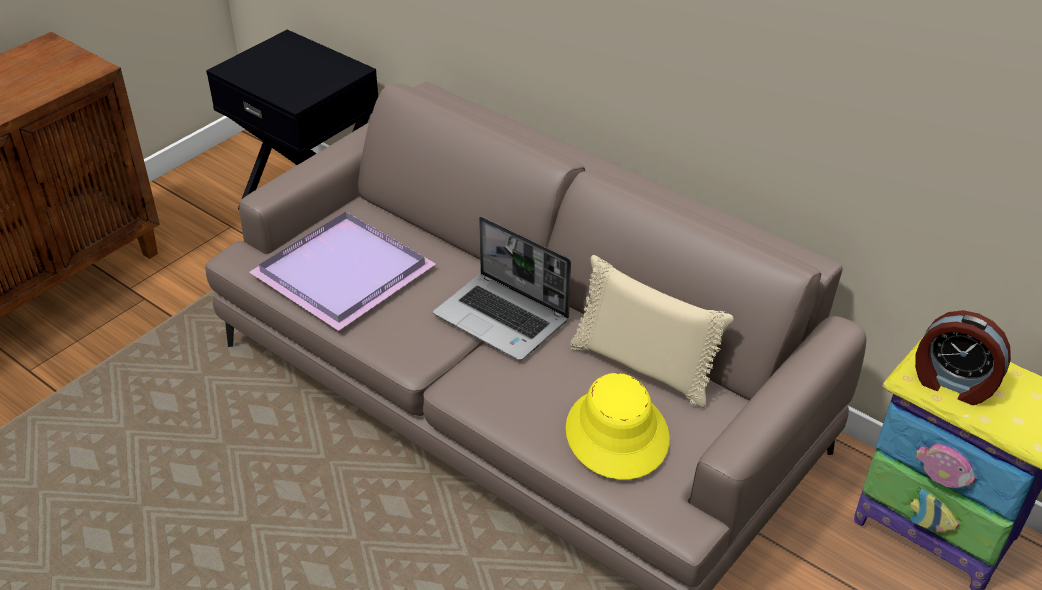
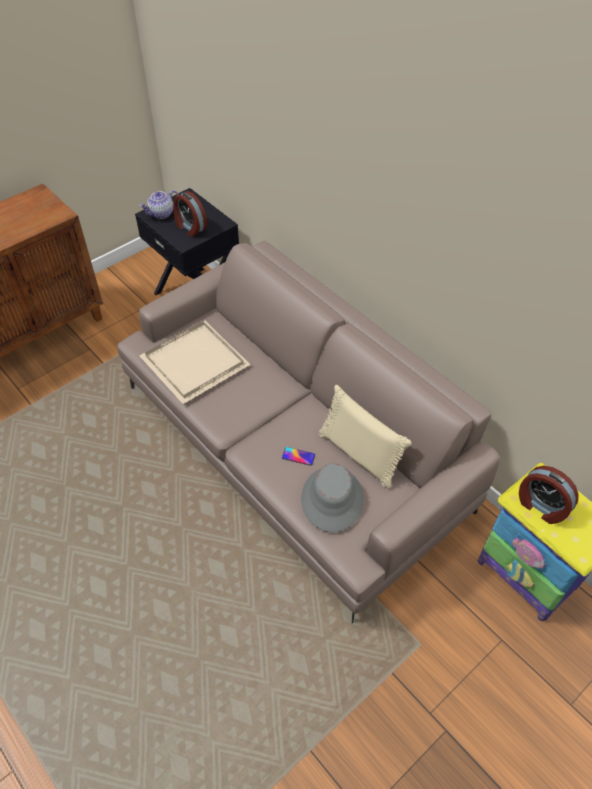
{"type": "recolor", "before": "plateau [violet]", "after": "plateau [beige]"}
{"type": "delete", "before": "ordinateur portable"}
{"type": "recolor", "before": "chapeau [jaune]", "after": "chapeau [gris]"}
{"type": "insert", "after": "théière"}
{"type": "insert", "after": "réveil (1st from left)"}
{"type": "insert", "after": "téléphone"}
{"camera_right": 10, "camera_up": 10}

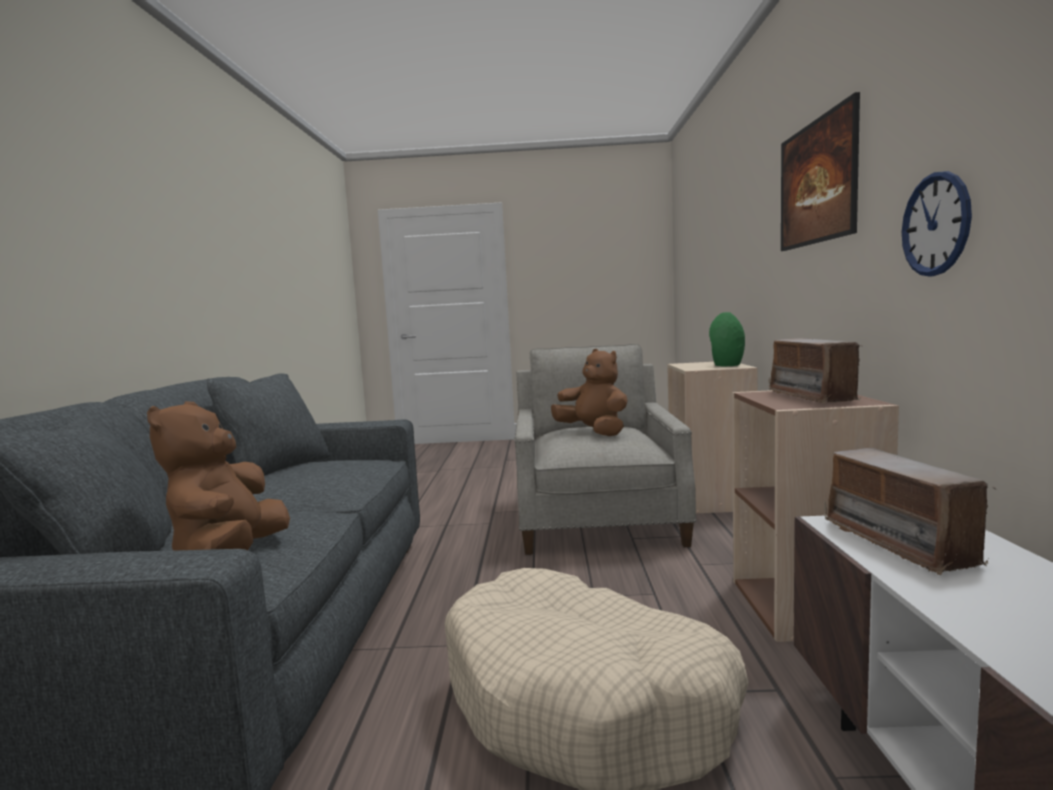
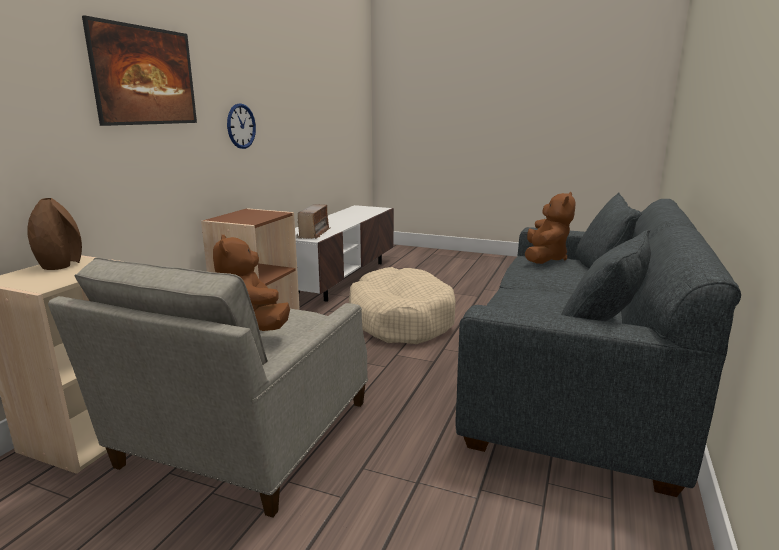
{"type": "recolor", "before": "vase [vert]", "after": "vase [marron]"}
{"type": "delete", "before": "radio (1st from left)"}
{"camera_right": -160, "camera_up": 10}

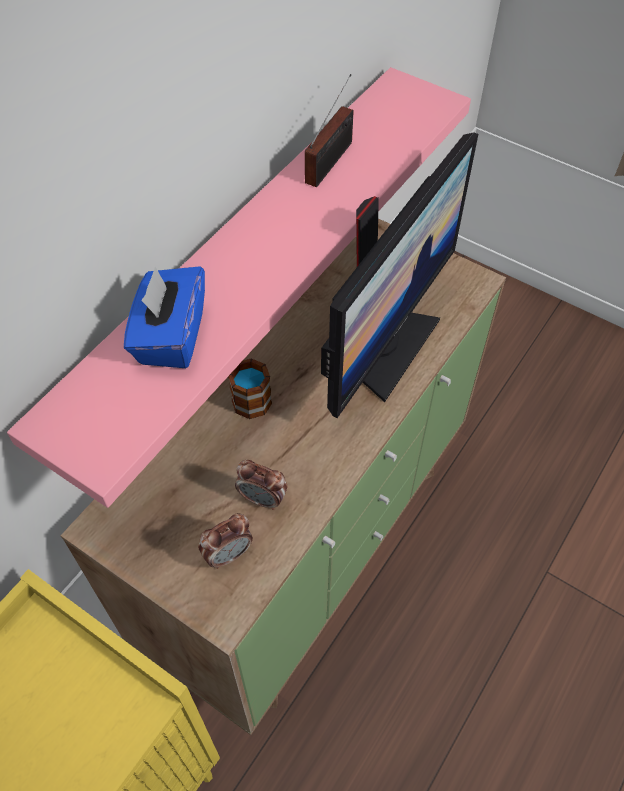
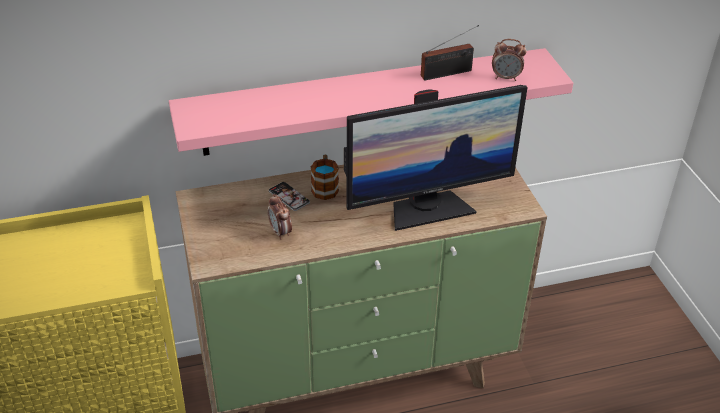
{"type": "delete", "before": "boîte à mouchoirs [bleu]"}
{"type": "move", "before": "réveil (1st from left in the first image)", "after": "réveil (2nd from left)"}
{"type": "insert", "after": "téléphone"}
{"camera_right": 40, "camera_up": -15}

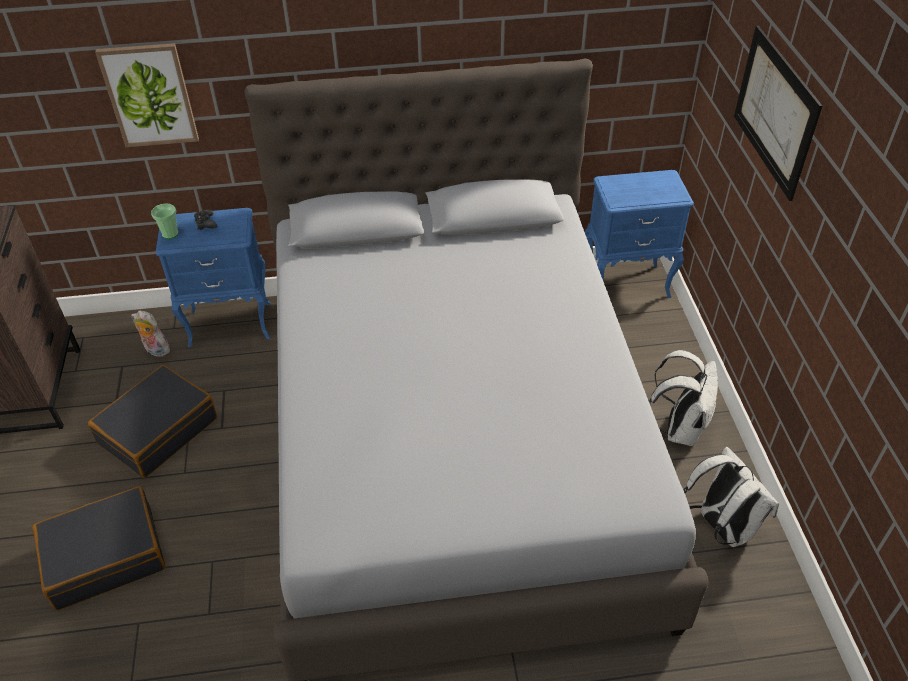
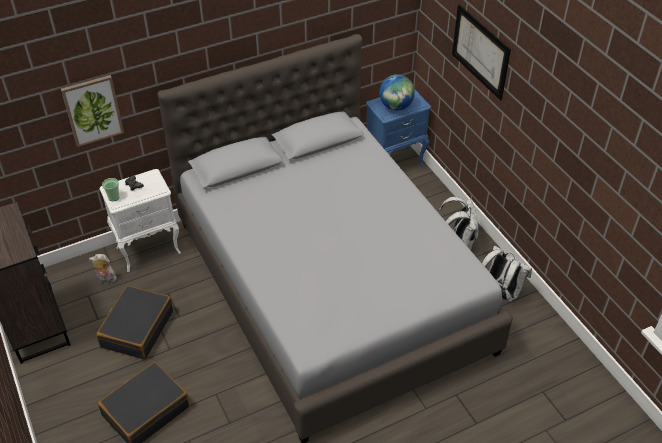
{"type": "recolor", "before": "table de chevet [bleu] (1st from left)", "after": "table de chevet [blanc]"}
{"type": "insert", "after": "globe"}
{"camera_right": -20, "camera_up": 0}

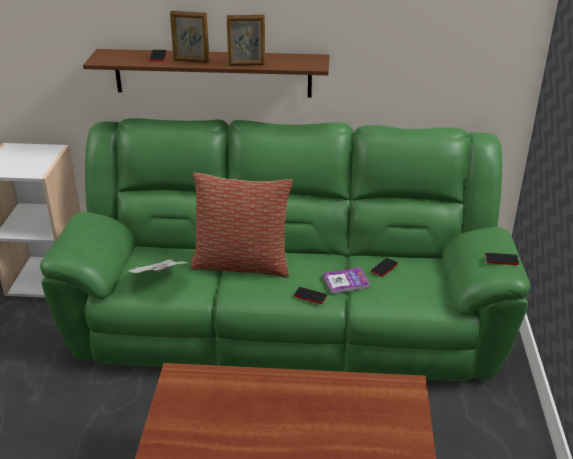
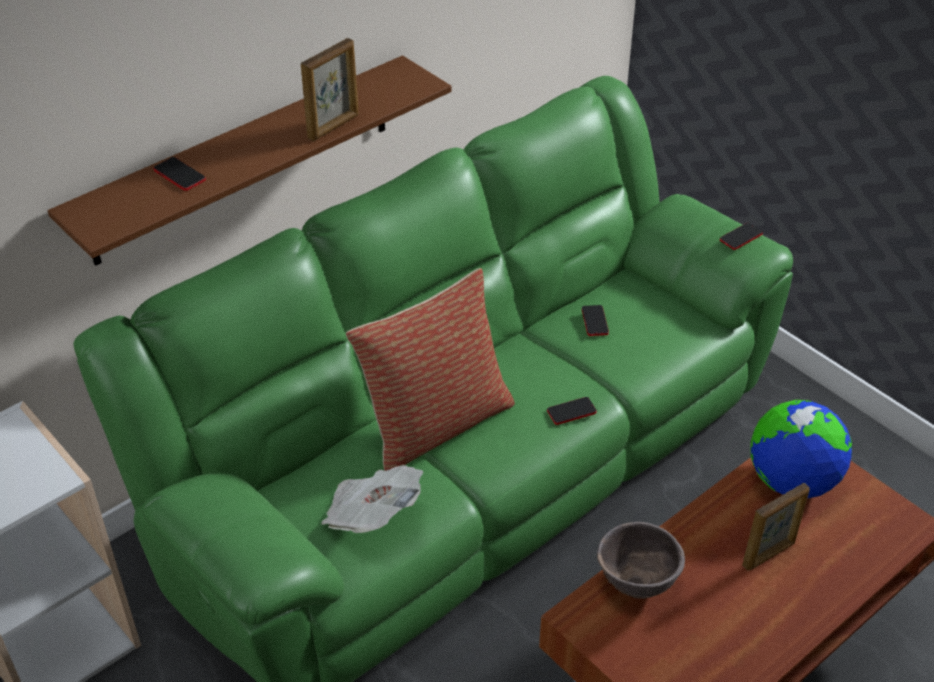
{"type": "move", "before": "cadre photo (1st from left in the first image)", "after": "cadre photo (2nd from left)"}
{"type": "delete", "before": "livre"}
{"type": "insert", "after": "globe"}
{"type": "insert", "after": "bol [marron]"}
{"camera_right": -45, "camera_up": 10}

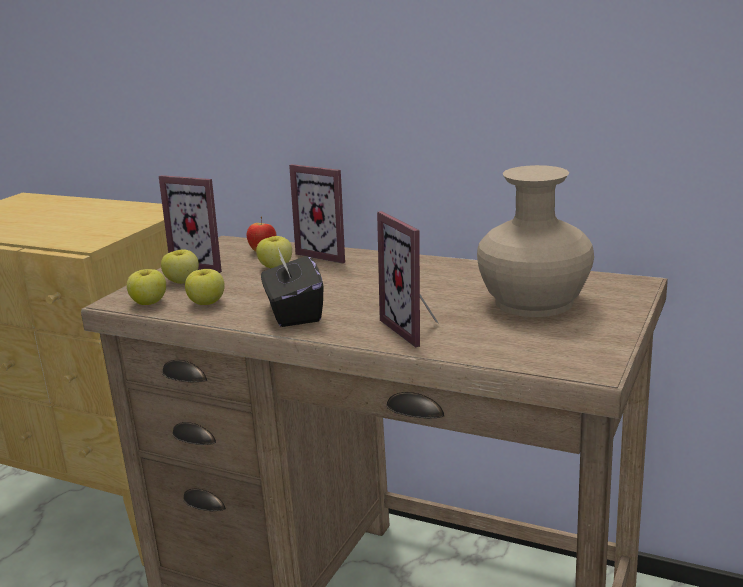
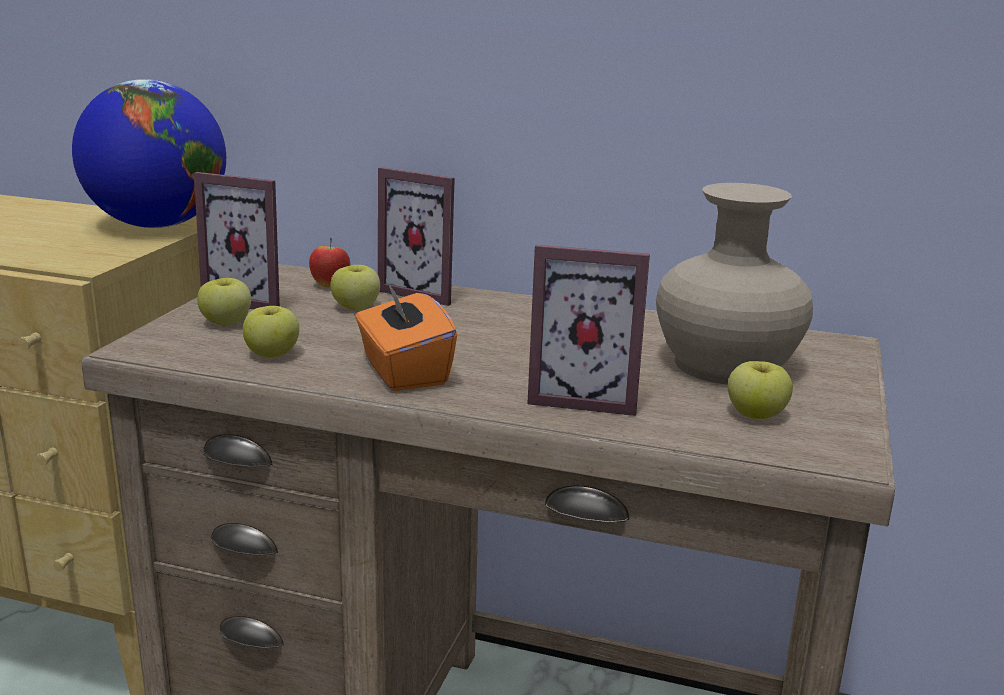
{"type": "rotate", "before": "cadre photo (3rd from left)", "turn": -45}
{"type": "recolor", "before": "boîte à mouchoirs [noir]", "after": "boîte à mouchoirs [orange]"}
{"type": "move", "before": "pomme (1st from left in the first image)", "after": "pomme (5th from left)"}
{"type": "insert", "after": "globe"}
{"camera_right": -10, "camera_up": 0}

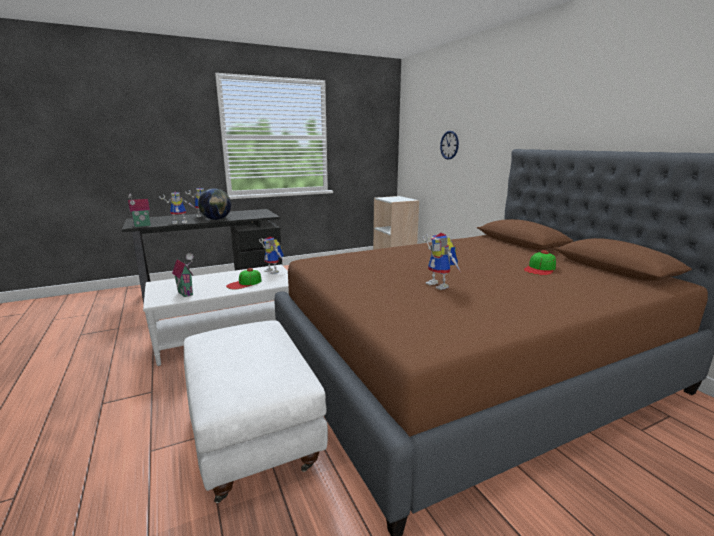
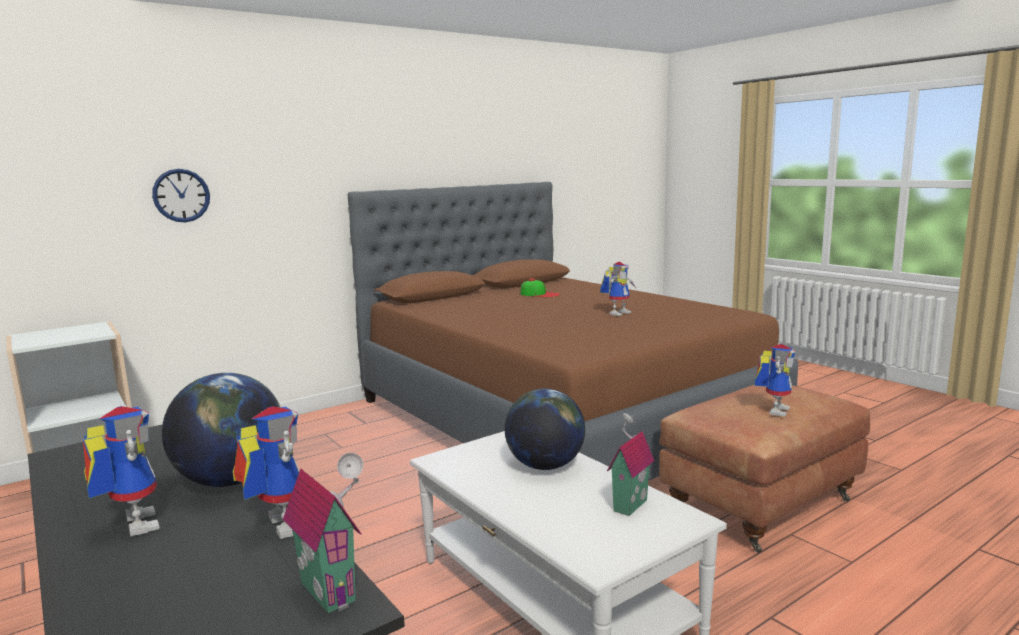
{"type": "move", "before": "robot jouet (3rd from left in the first image)", "after": "robot jouet (4th from left)"}
{"type": "replace", "before": "casquette (1st from left)", "after": "globe (2nd from left)"}
{"type": "recolor", "before": "pouf [blanc]", "after": "pouf [marron]"}
{"camera_right": -100, "camera_up": -5}

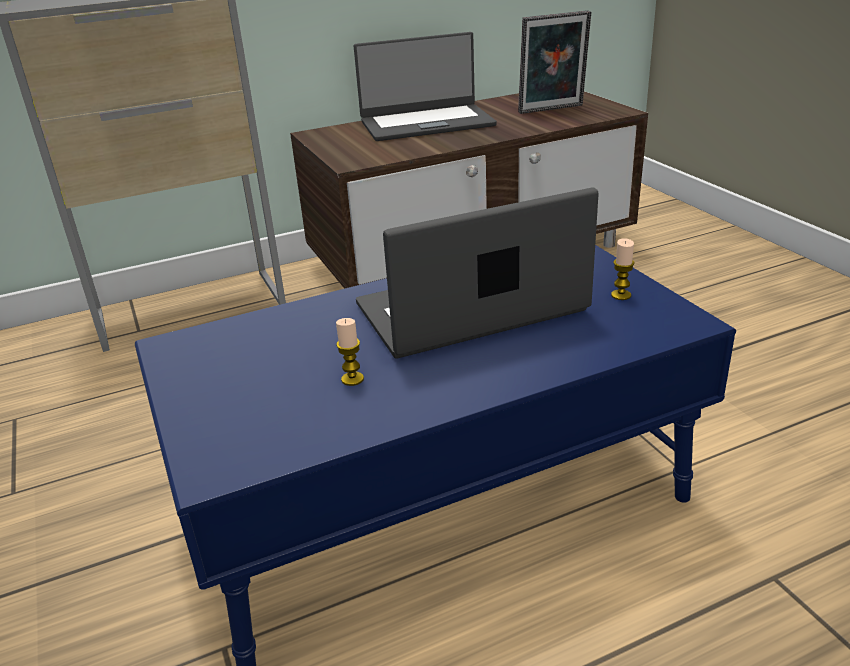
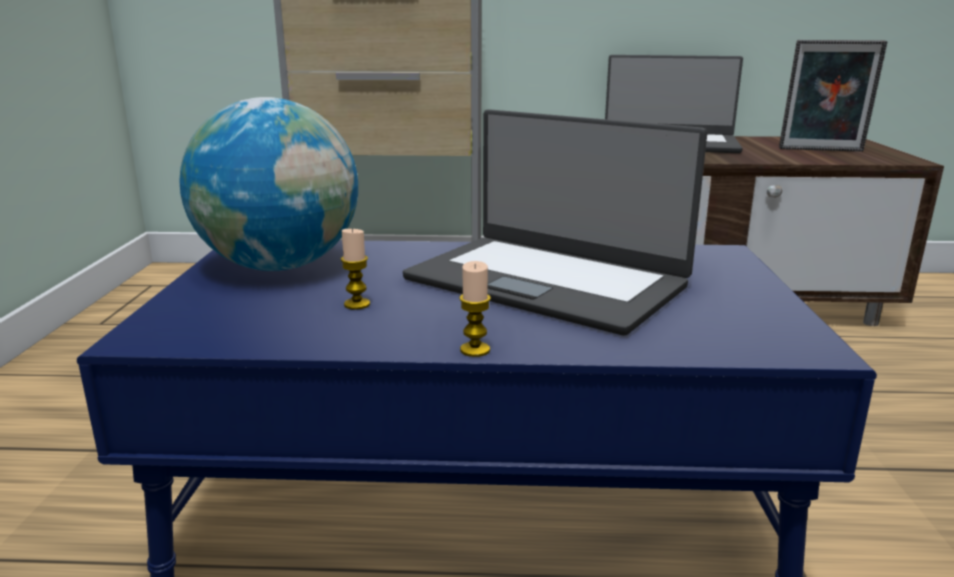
{"type": "rotate", "before": "ordinateur portable (2nd from left in the first image)", "turn": -150}
{"type": "move", "before": "bougie (2nd from left)"}
{"type": "insert", "after": "globe"}
{"camera_right": 25, "camera_up": -10}

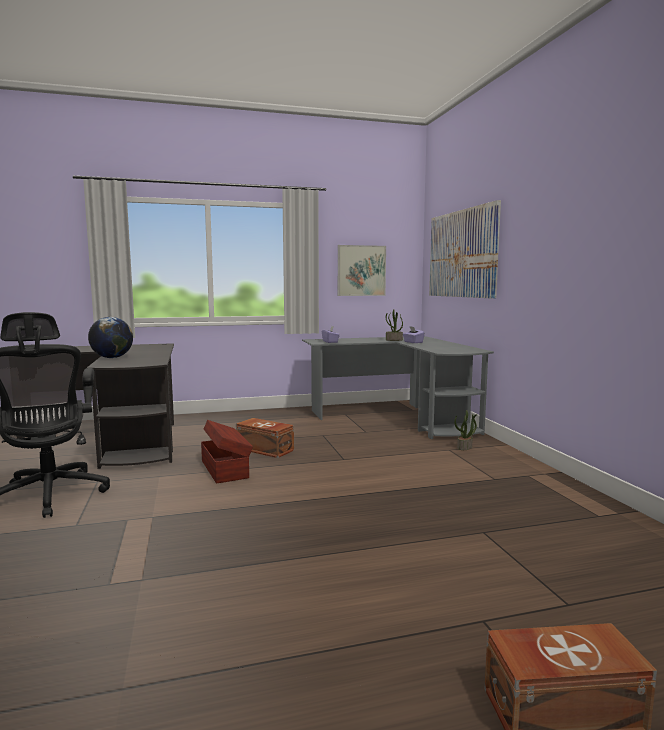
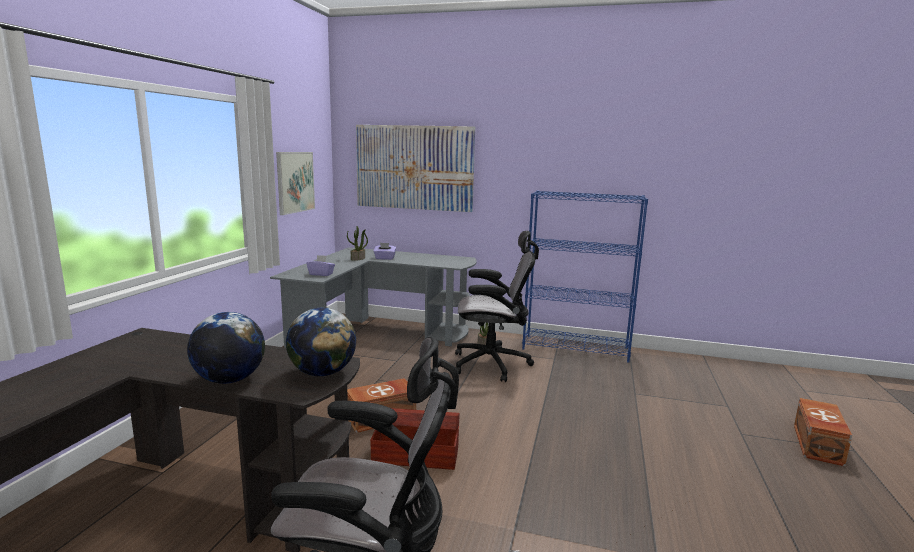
{"type": "insert", "after": "bibliothèque [bleu]"}
{"type": "insert", "after": "chaise de bureau (2nd from left)"}
{"type": "insert", "after": "globe (2nd from left)"}
{"camera_right": -60, "camera_up": 5}

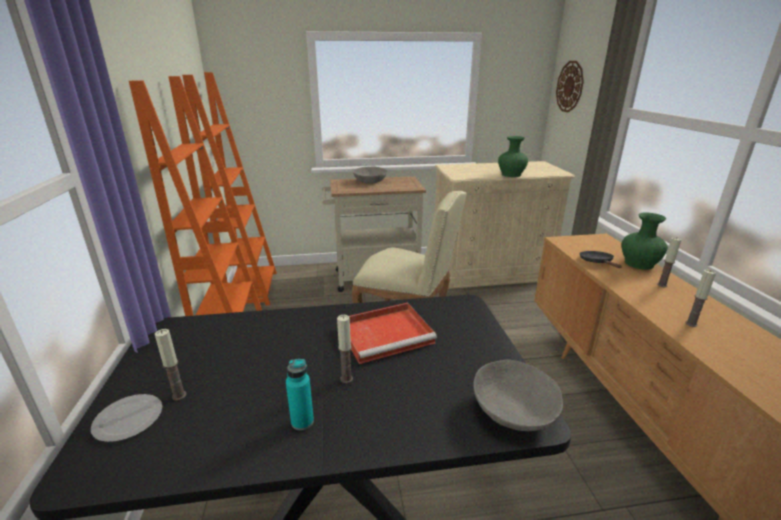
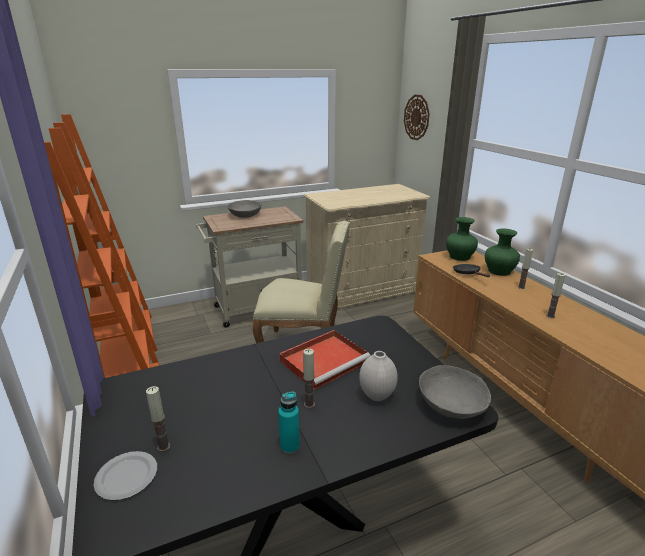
{"type": "move", "before": "vase [vert] (1st from left)"}
{"type": "insert", "after": "vase [blanc]"}
{"camera_right": -15, "camera_up": 0}

